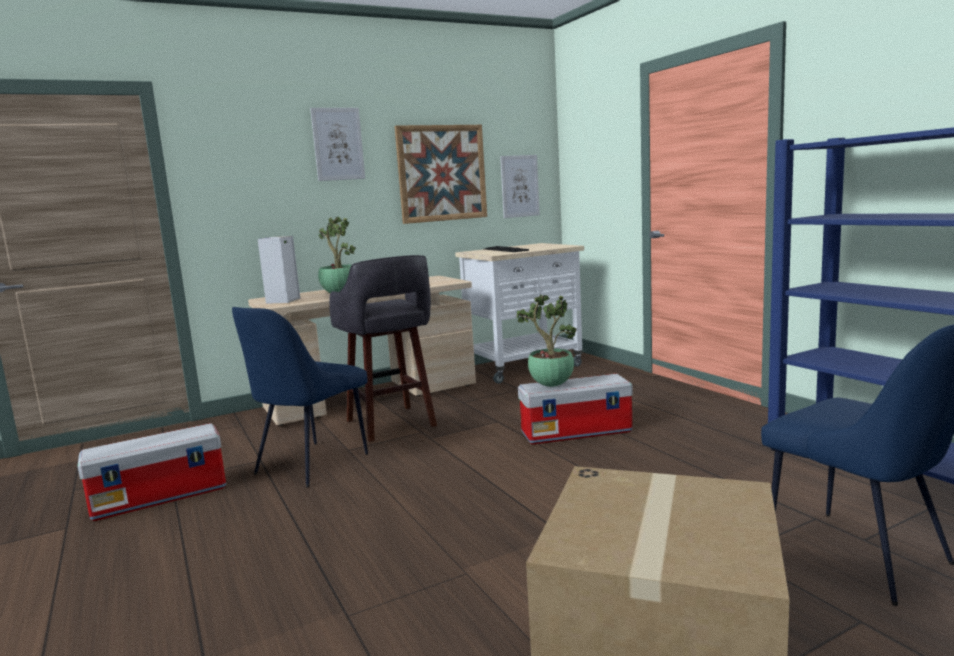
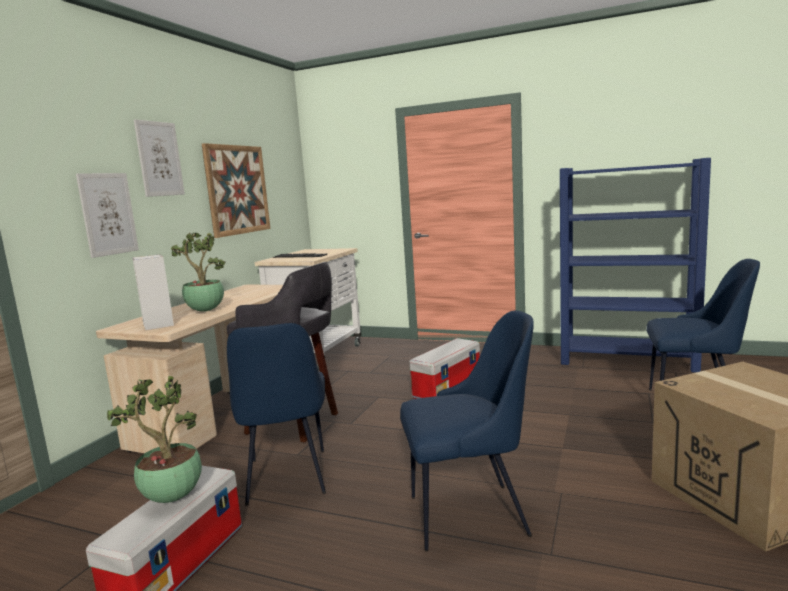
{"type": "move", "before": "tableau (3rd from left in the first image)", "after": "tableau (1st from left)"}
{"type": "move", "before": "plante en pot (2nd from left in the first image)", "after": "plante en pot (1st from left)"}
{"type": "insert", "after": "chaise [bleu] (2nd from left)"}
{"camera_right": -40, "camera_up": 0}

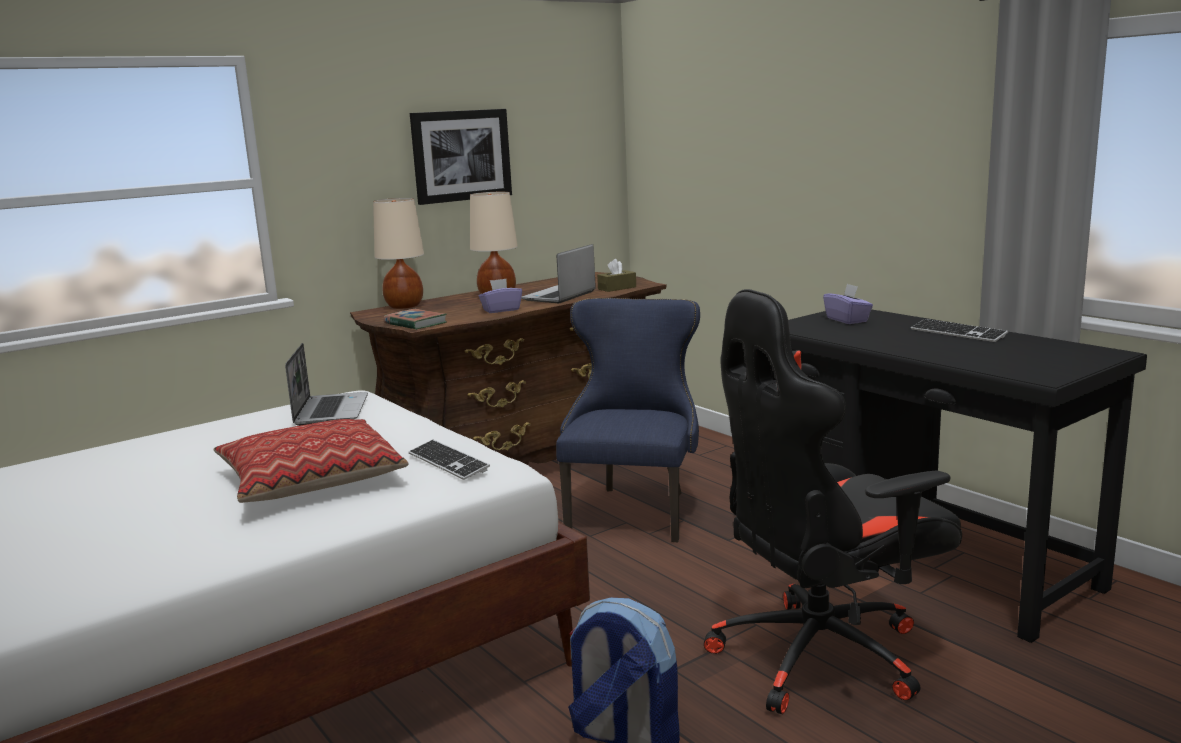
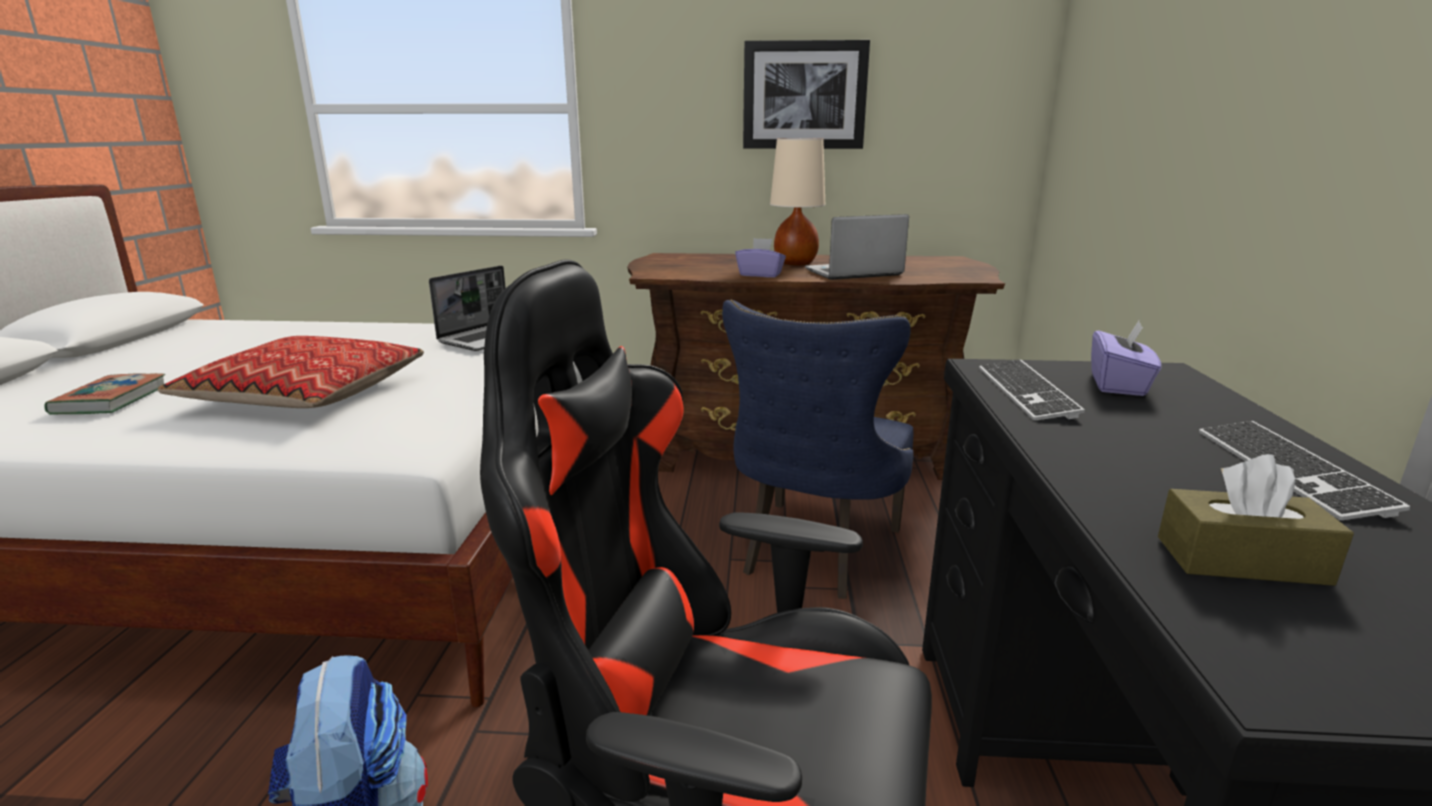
{"type": "delete", "before": "lampe de table [beige] (1st from left)"}
{"type": "move", "before": "boîte à mouchoirs [marron]"}
{"type": "rotate", "before": "chaise [bleu]", "turn": 150}
{"type": "move", "before": "livre"}
{"type": "move", "before": "clavier (1st from left)"}
{"camera_right": 40, "camera_up": 5}

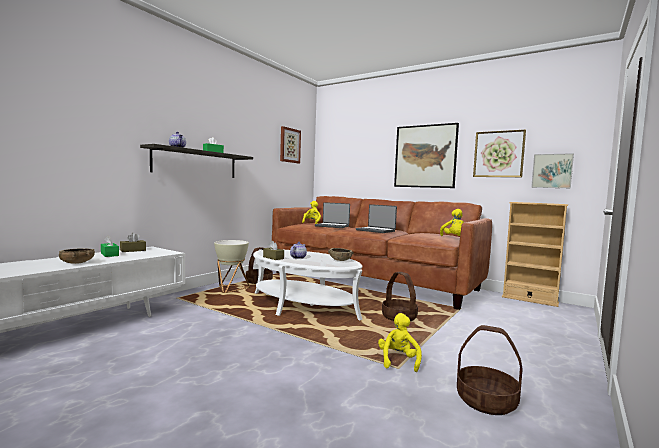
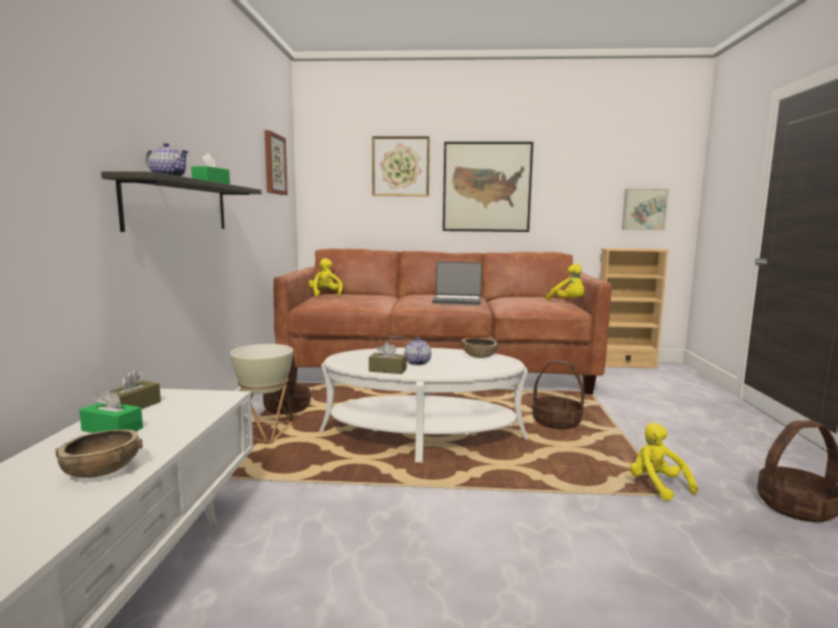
{"type": "move", "before": "tableau (3rd from left in the first image)", "after": "tableau (2nd from left)"}
{"type": "delete", "before": "ordinateur portable (1st from left)"}
{"camera_right": -30, "camera_up": 5}

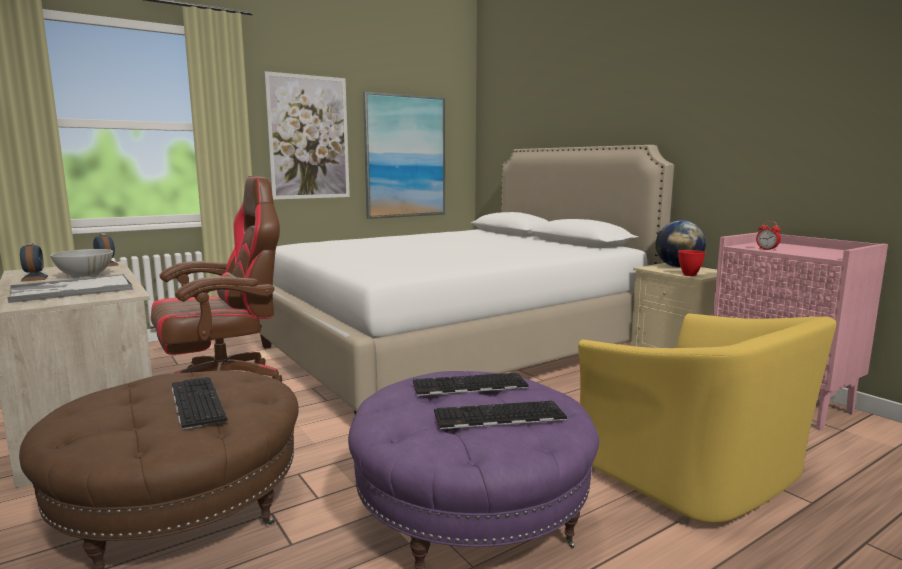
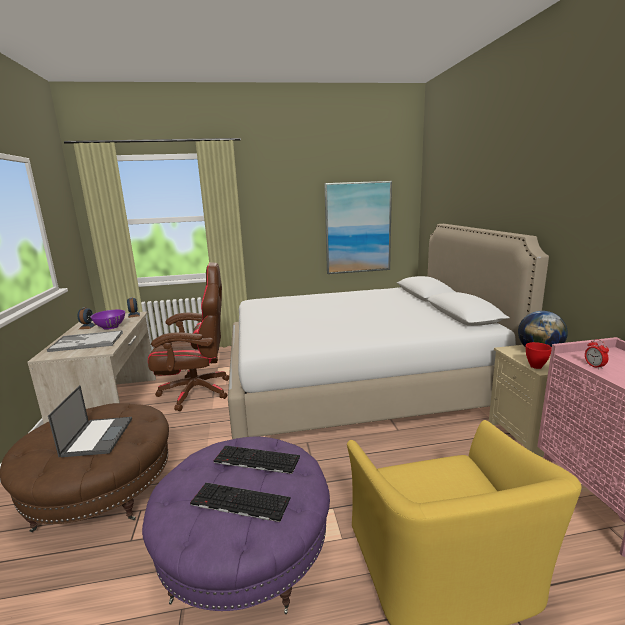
{"type": "delete", "before": "tableau (1st from left)"}
{"type": "recolor", "before": "bol [blanc]", "after": "bol [violet]"}
{"type": "replace", "before": "clavier (1st from left)", "after": "ordinateur portable"}
{"camera_right": 25, "camera_up": 5}

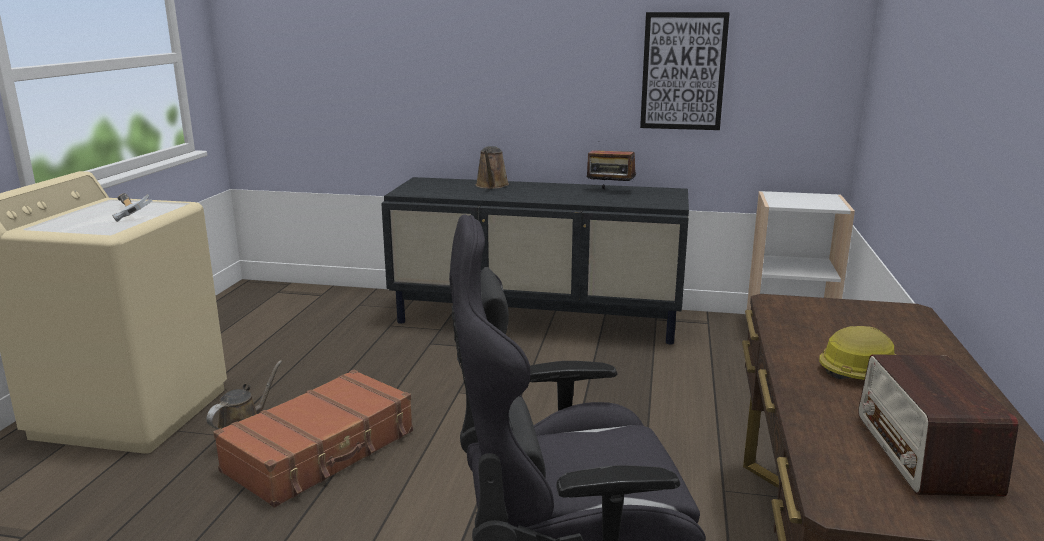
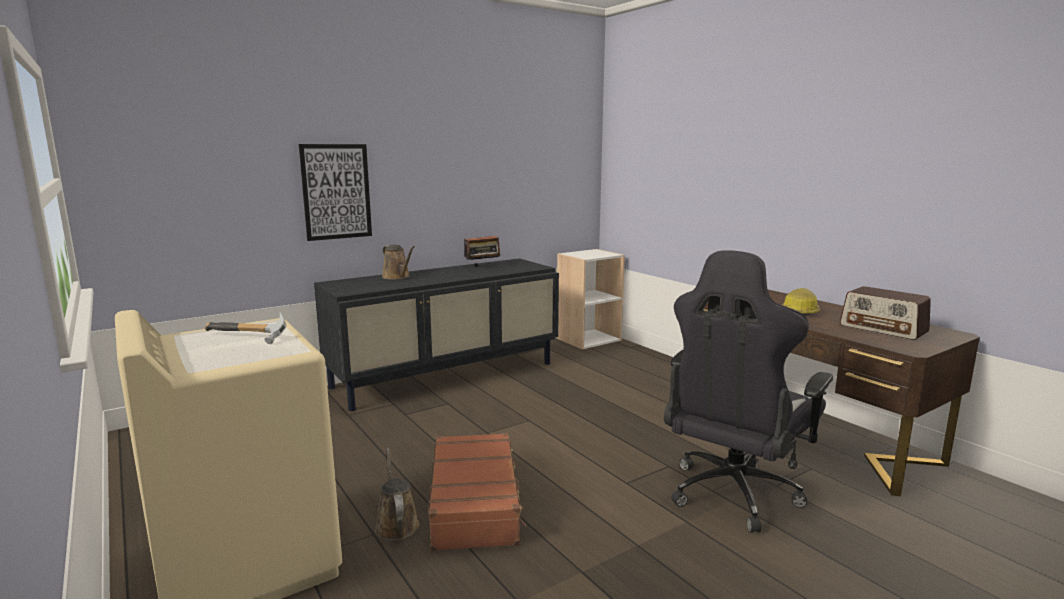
{"type": "move", "before": "tableau"}
{"camera_right": -45, "camera_up": -5}

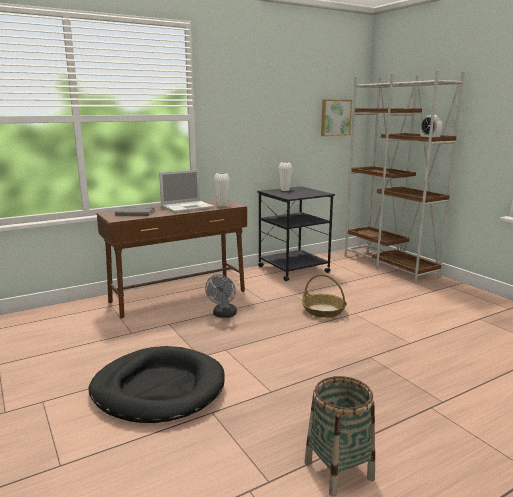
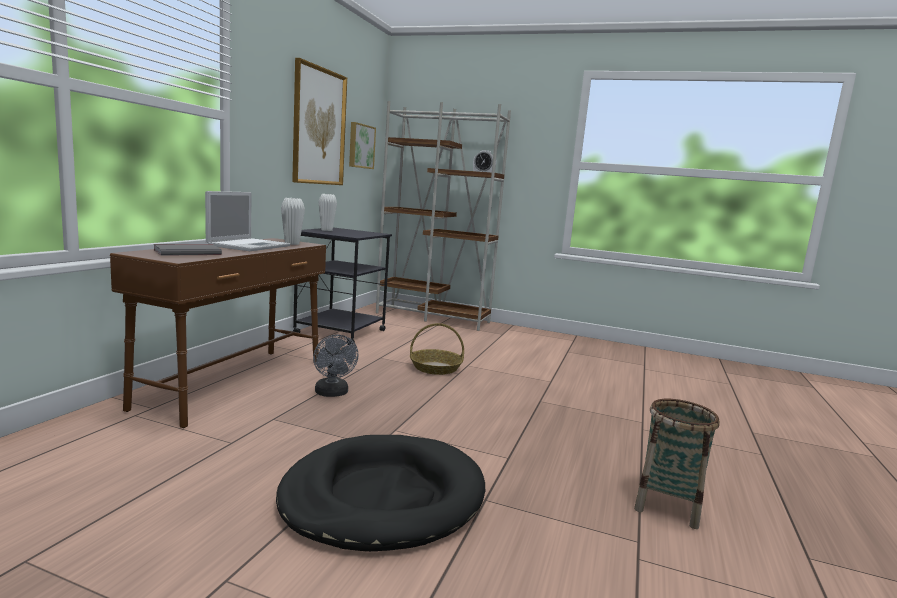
{"type": "insert", "after": "tableau (1st from left)"}
{"camera_right": -40, "camera_up": -5}

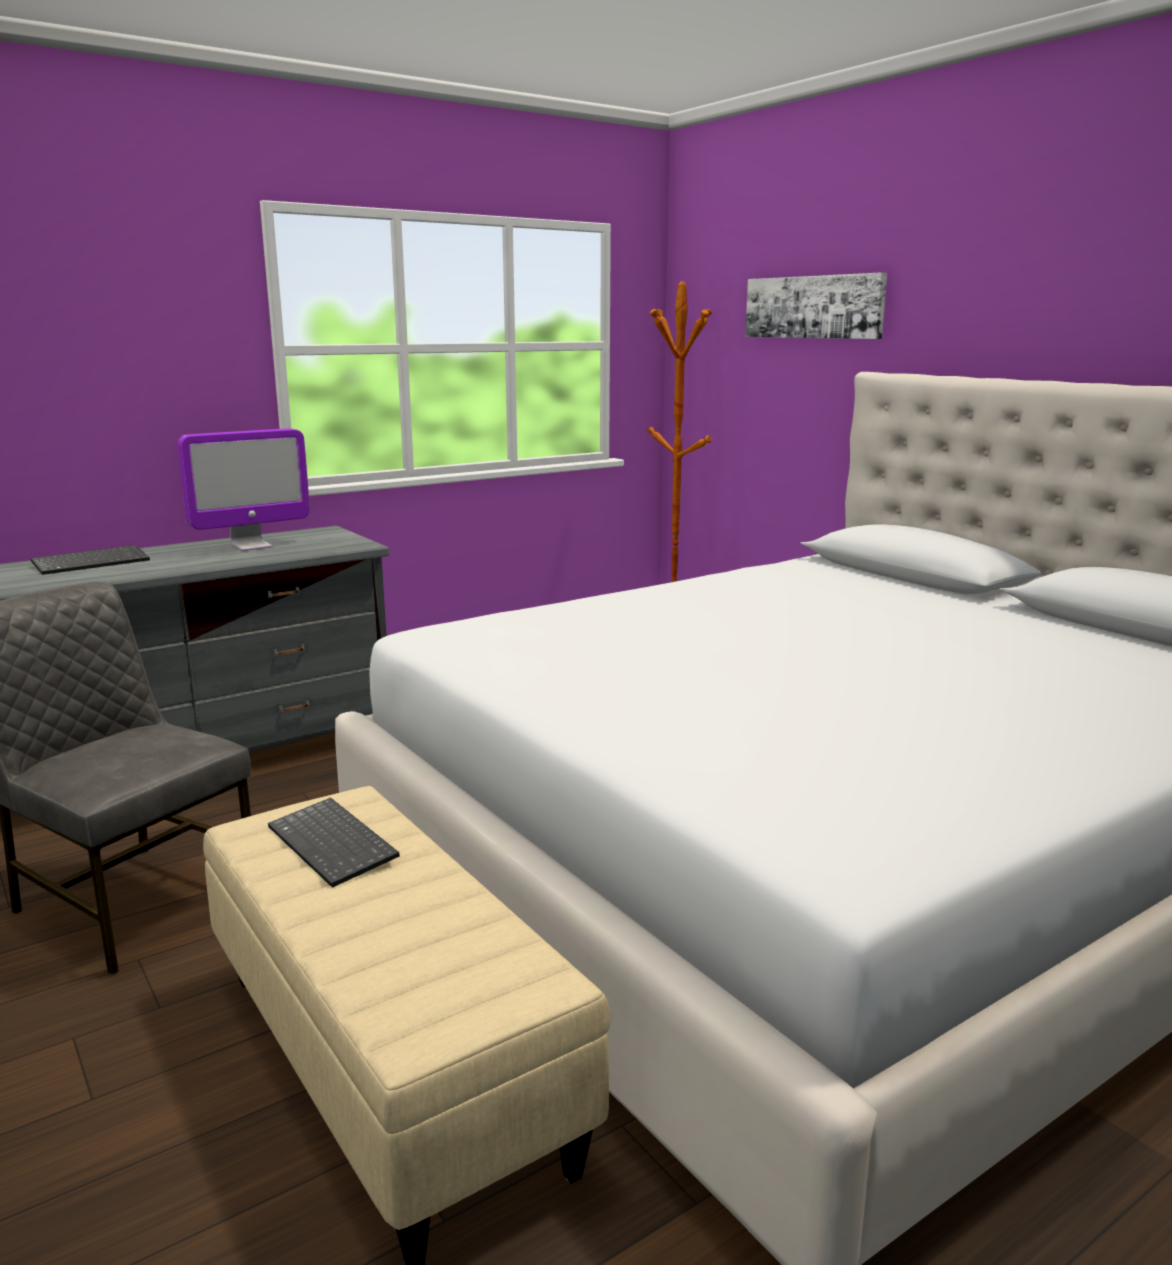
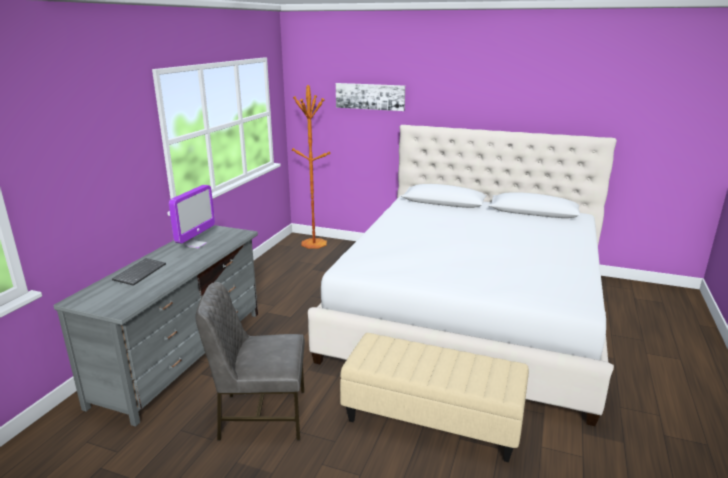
{"type": "delete", "before": "clavier (2nd from left)"}
{"camera_right": -35, "camera_up": 5}

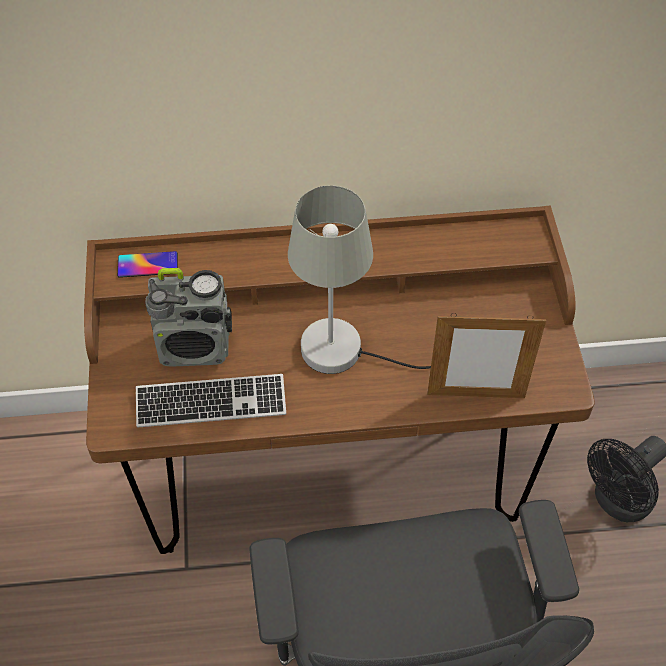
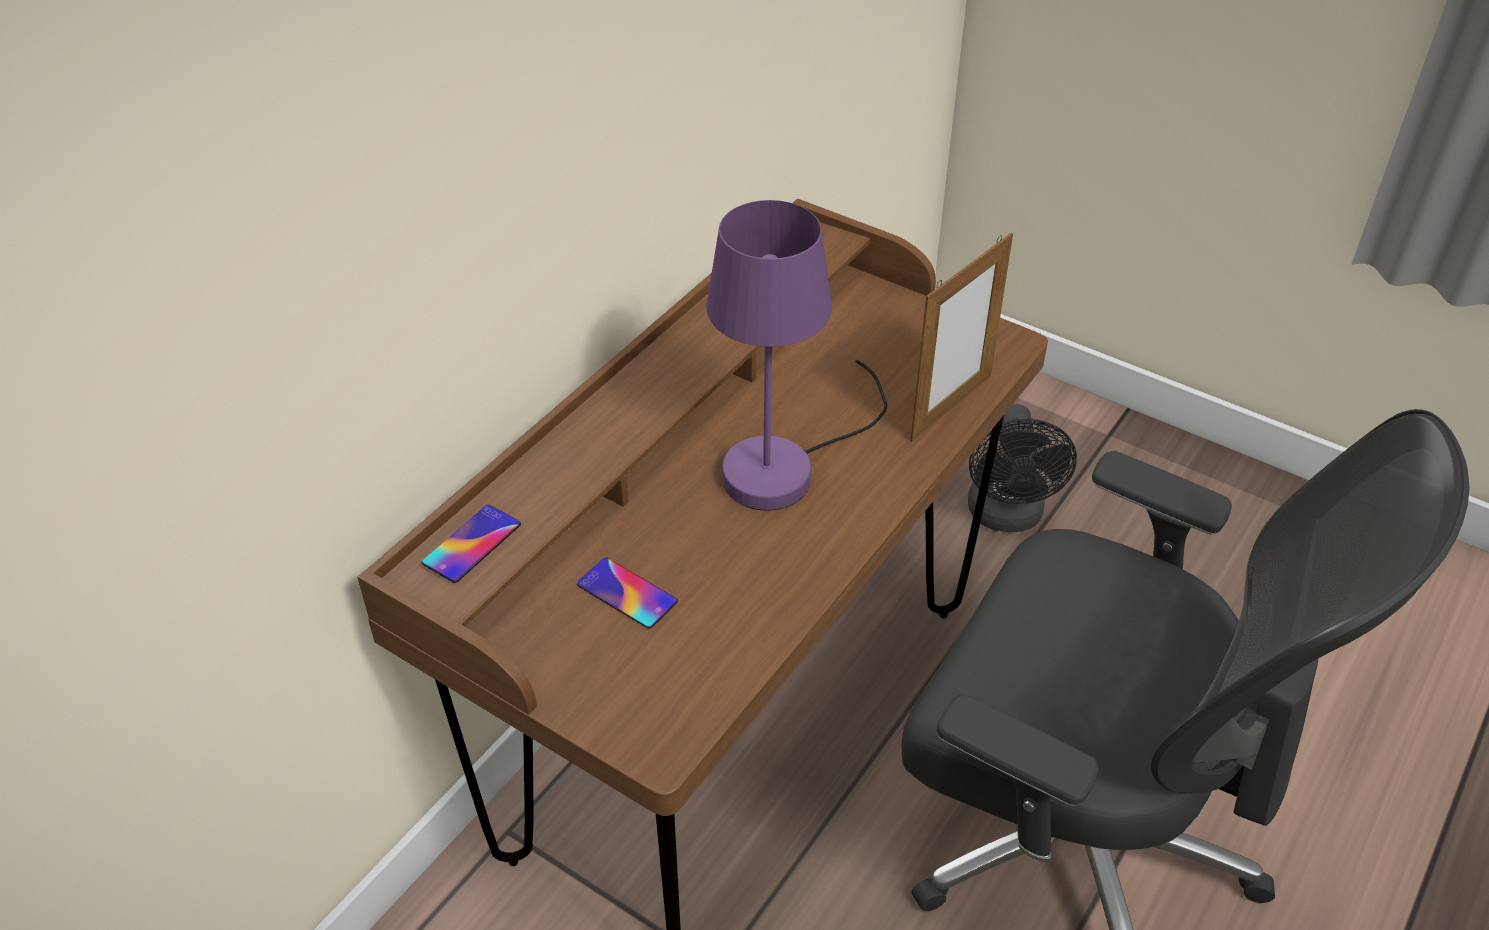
{"type": "recolor", "before": "lampe de table [gris]", "after": "lampe de table [violet]"}
{"type": "replace", "before": "radio", "after": "téléphone (2nd from left)"}
{"type": "delete", "before": "clavier"}
{"camera_right": -50, "camera_up": -10}

